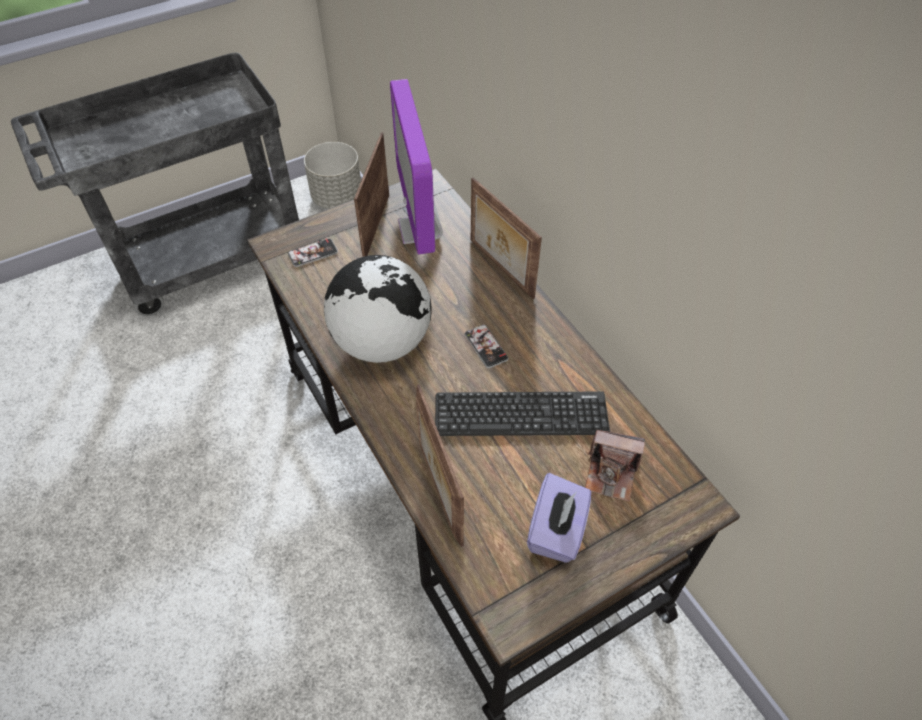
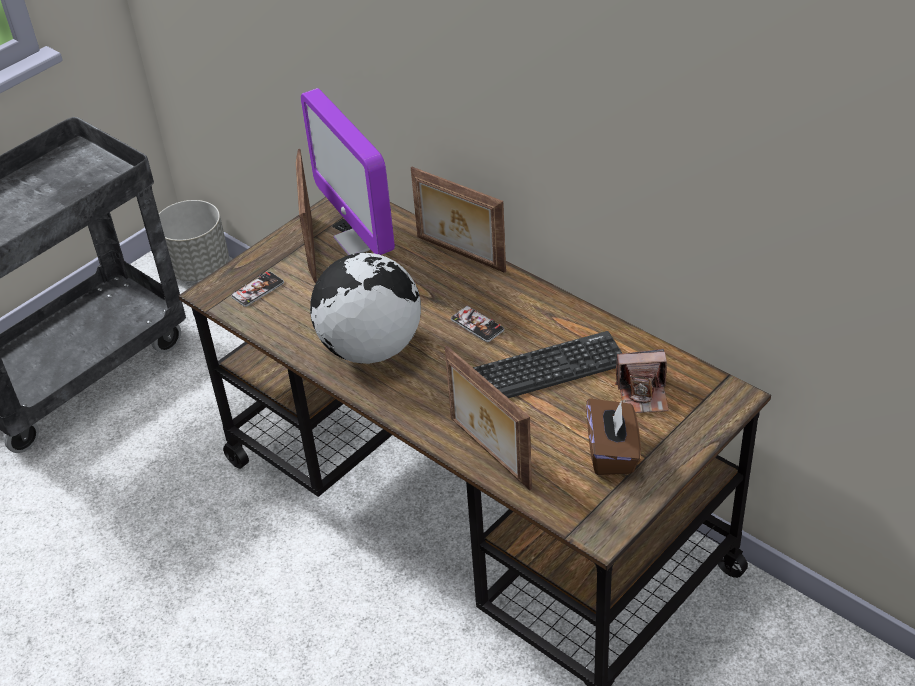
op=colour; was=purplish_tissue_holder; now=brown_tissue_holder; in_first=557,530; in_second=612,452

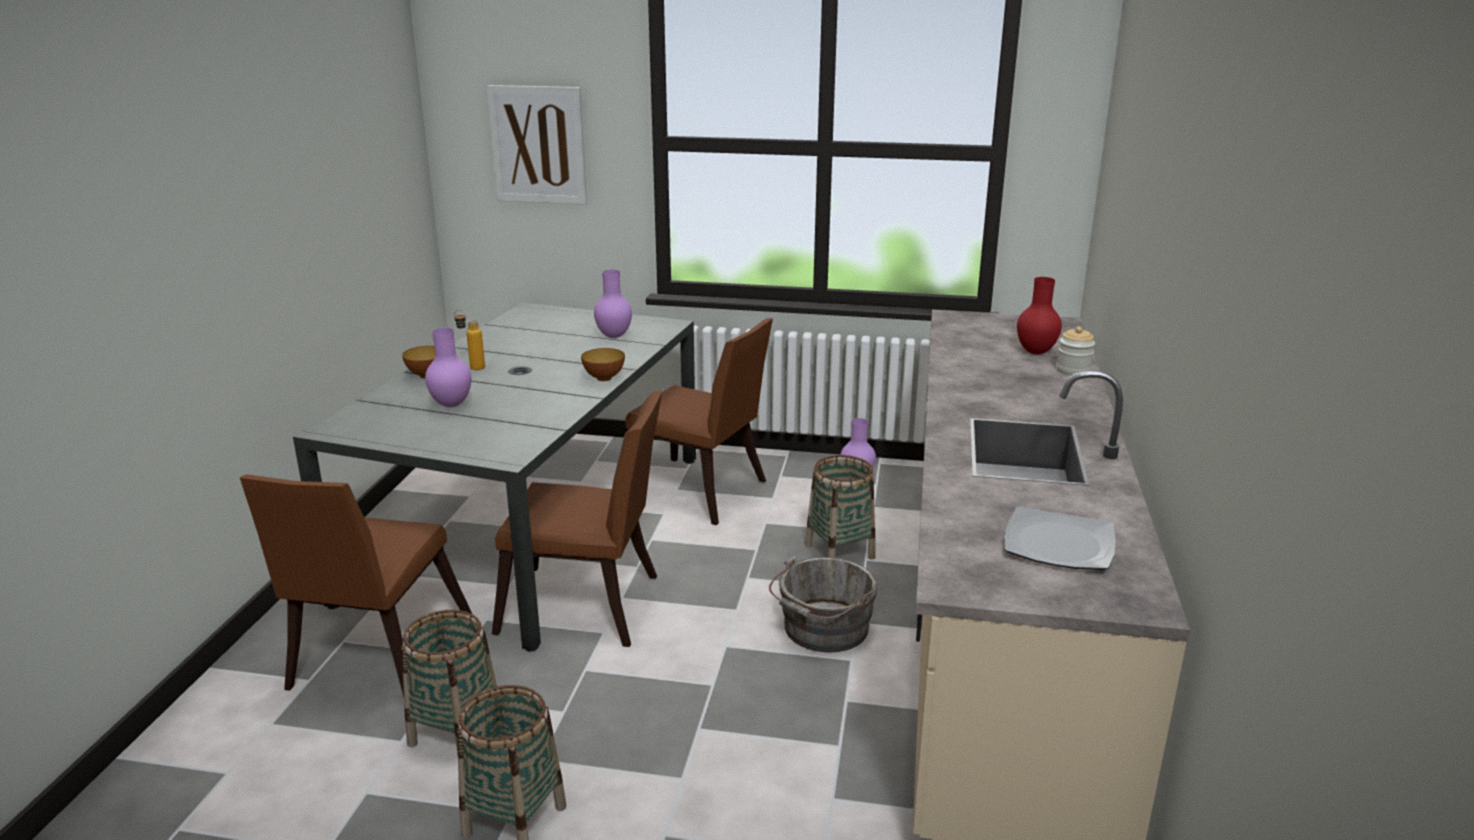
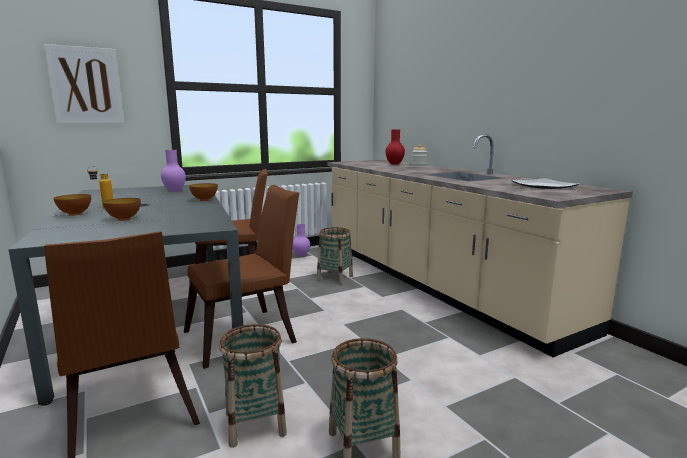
op=exchanged; was=purplish_vase; now=bowl; in_first=451,405; in_second=124,219
op=missing; was=grey_pail; in_first=823,630

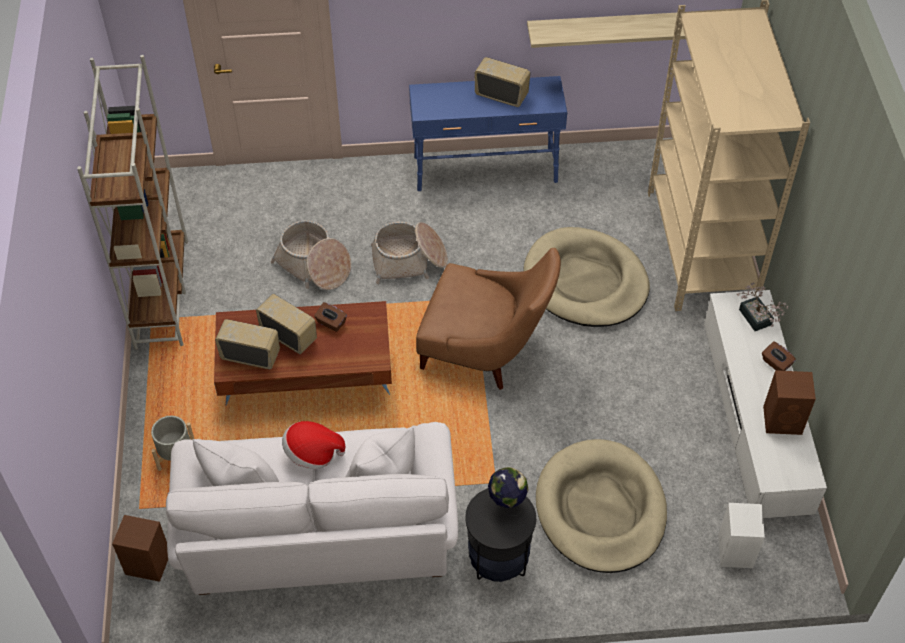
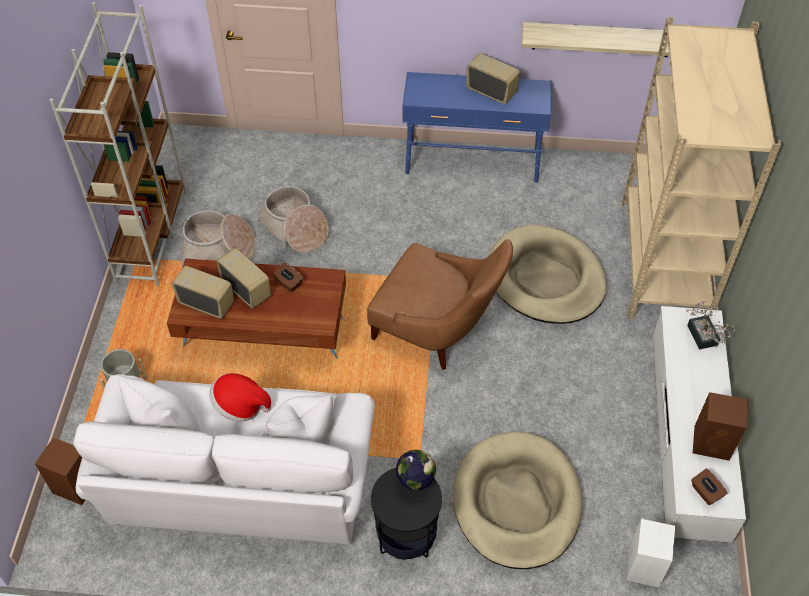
op=relocated; was=storage_basket; in_first=409,261; in_second=219,249
op=relocated; was=brown_tissue_holder; in_first=776,363; in_second=705,492

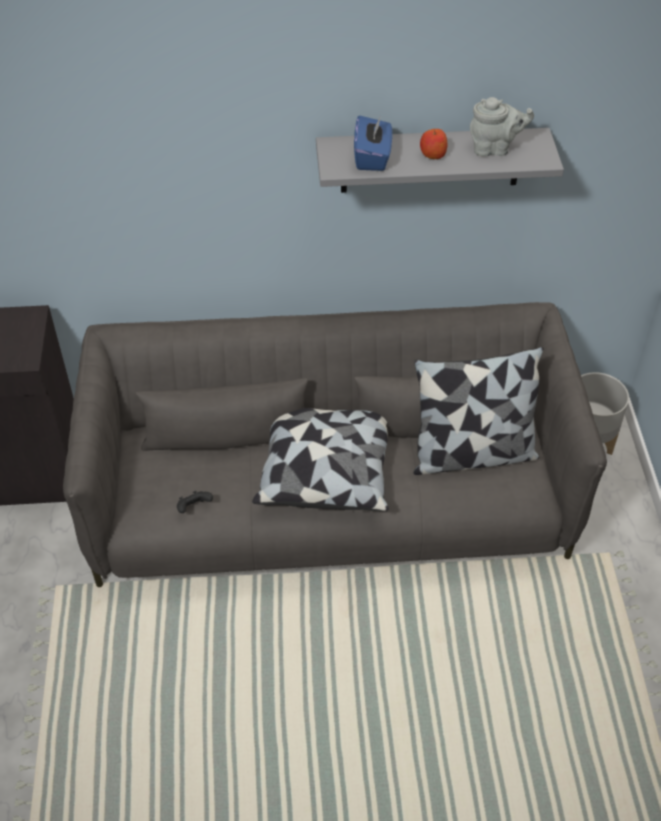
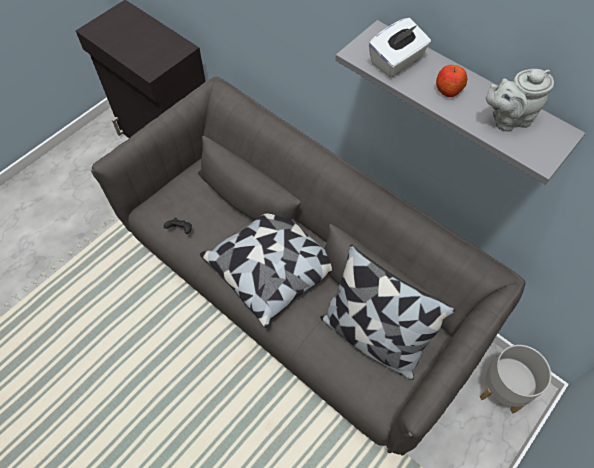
op=colour; was=blue_tissue_holder; now=white-coloured_tissue_holder; in_first=372,157; in_second=396,62
op=spun; was=grey_tea_pot; in_first=494,149; in_second=507,119; clockwise=120

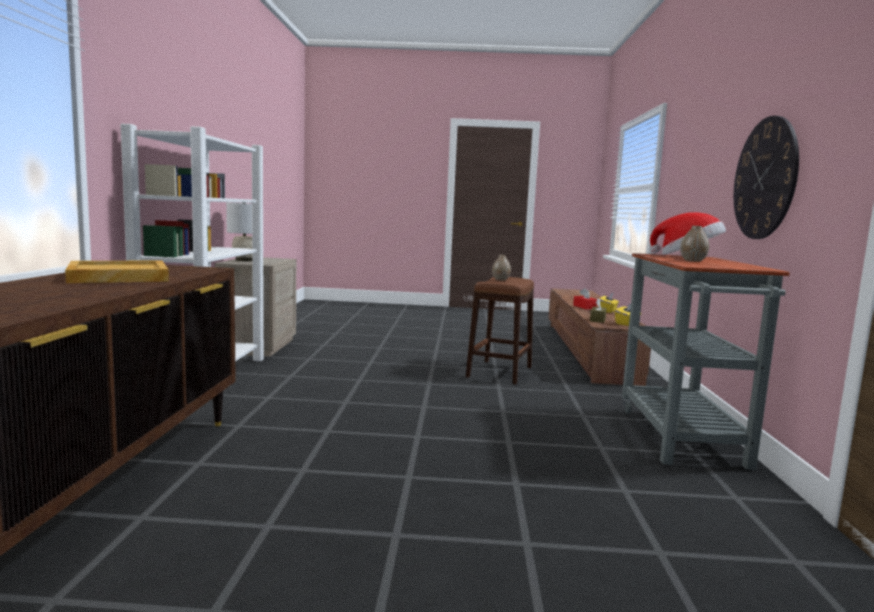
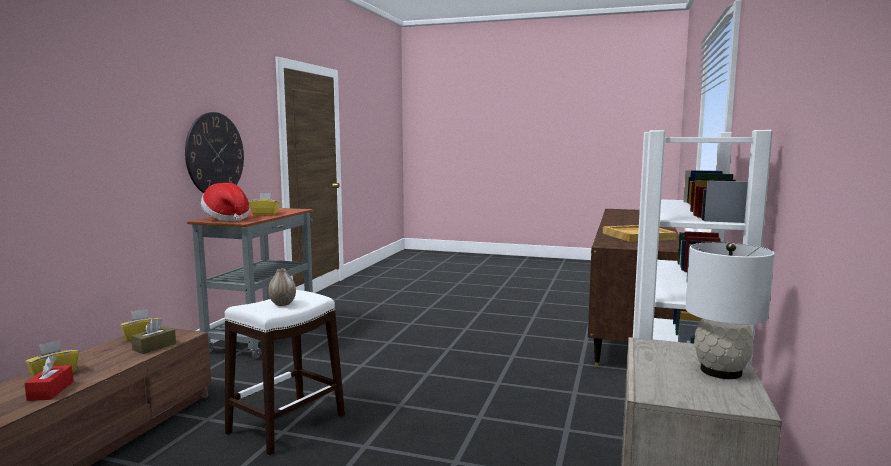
op=colour; was=brown_sitting_stool; now=white-coloured_sitting_stool; in_first=499,372; in_second=287,424
op=exchanged; was=vase; now=yellow-coloured_tissue_holder; in_first=693,261; in_second=265,214

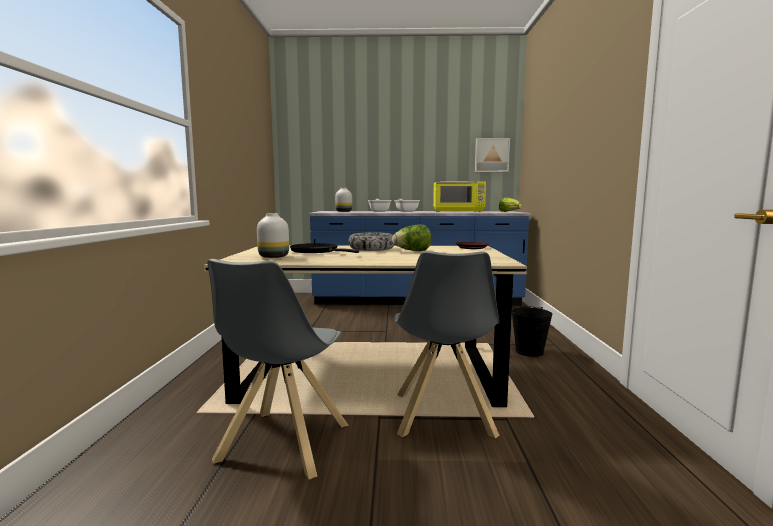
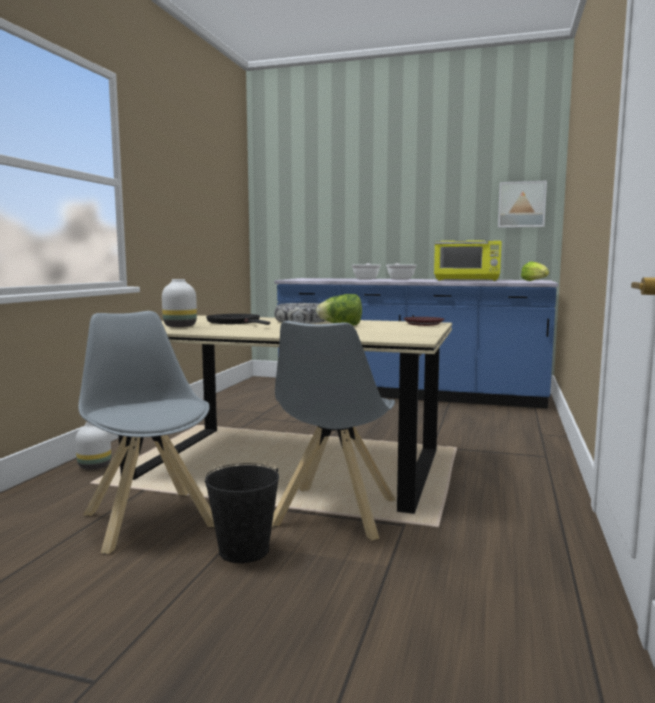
op=relocated; was=white-coloured_vase; in_first=344,211; in_second=95,466
op=spun; was=grey_plain_chair; in_first=282,444; in_second=149,518; clockwise=120
op=relocated; was=black-coloured_pail; in_first=529,351; in_second=244,550

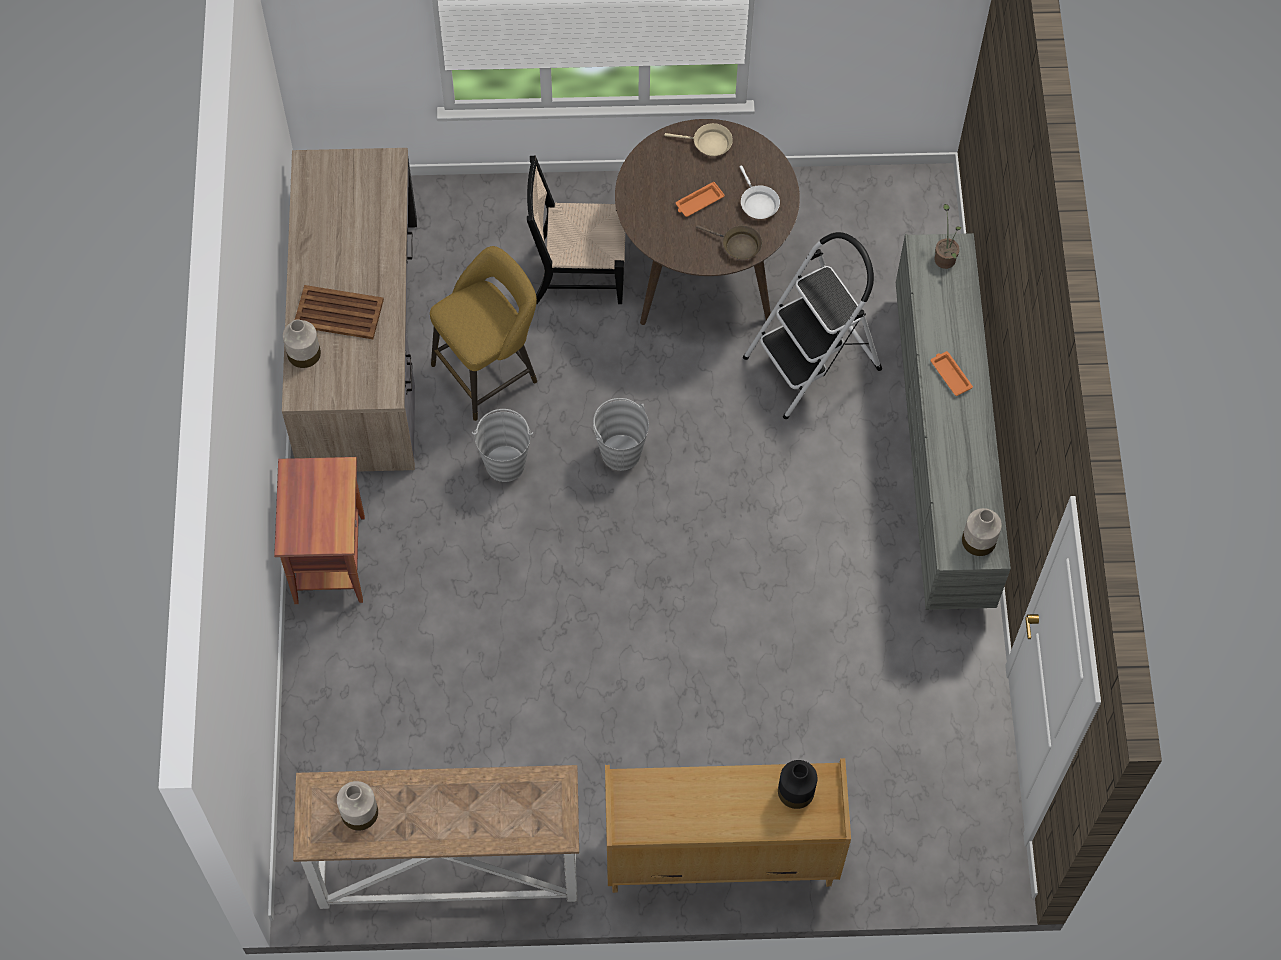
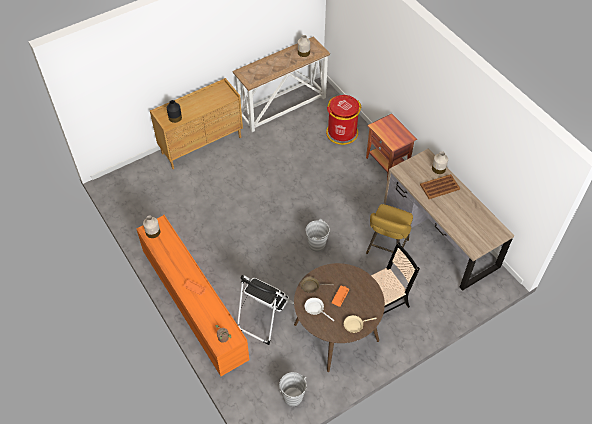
op=colour; was=grey_cabinet; now=orangey_cabinet; in_first=942,450; in_second=194,308
op=relocated; was=grey_pail; in_first=505,463; in_second=293,397
op=appeared; now=red-coloured_trash_can; in_second=342,133

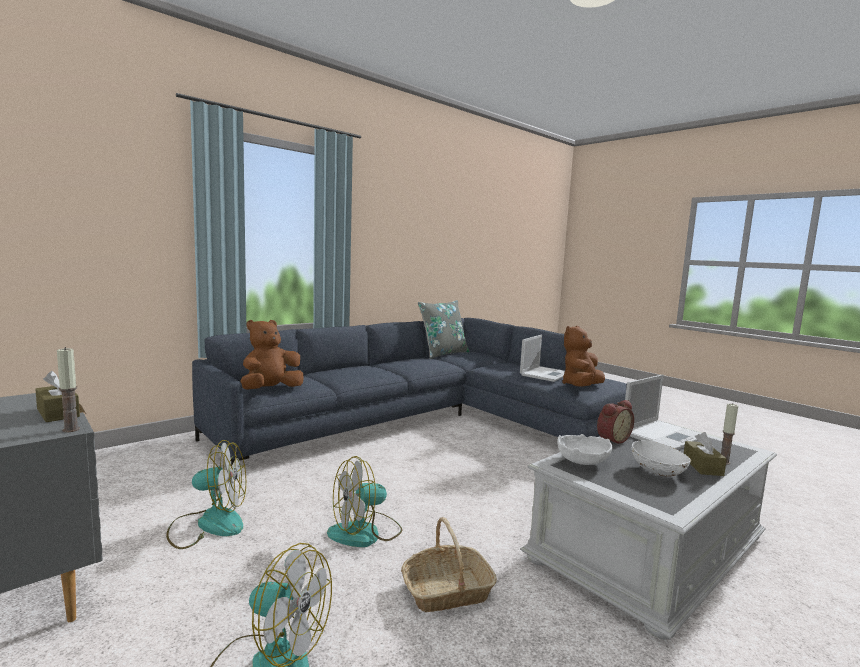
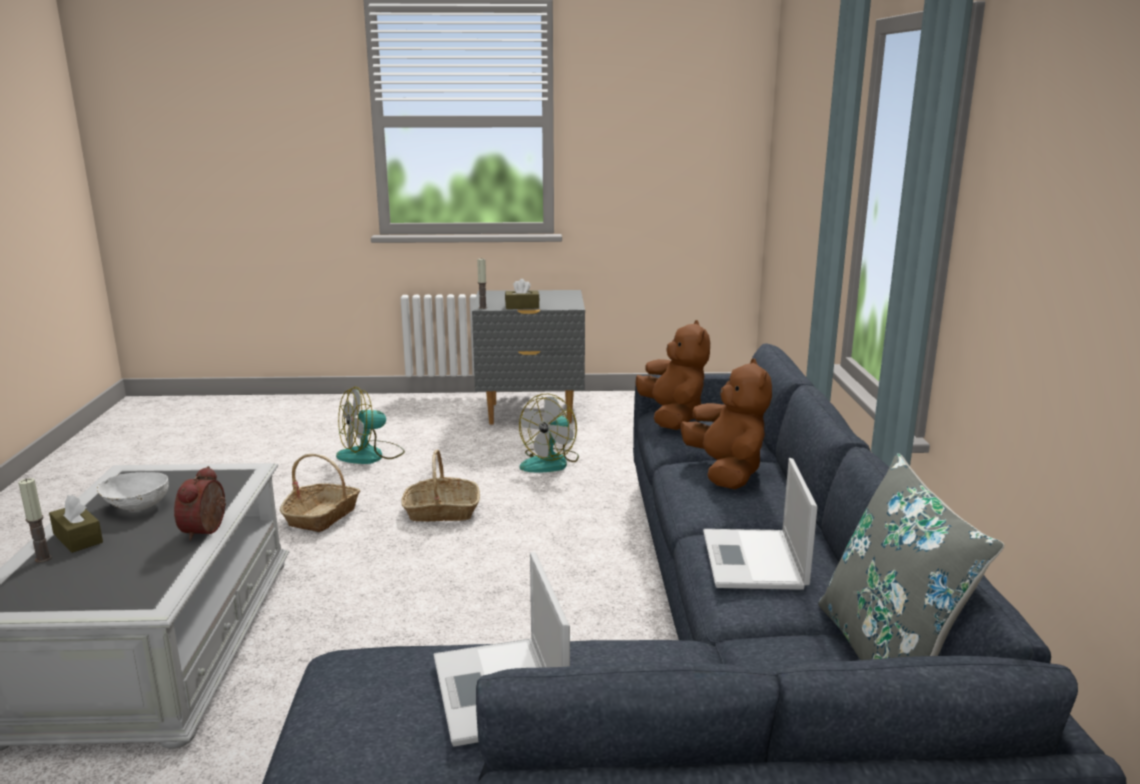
op=exchanged; was=electric_fan; now=storage_basket; in_first=365,533; in_second=441,511
op=relocated; was=brown_plush_toy; in_first=581,387; in_second=726,472
op=relocated; was=notebook_computer; in_first=664,435; in_second=754,561
op=missing; was=white-coloured_bowl; in_first=582,461

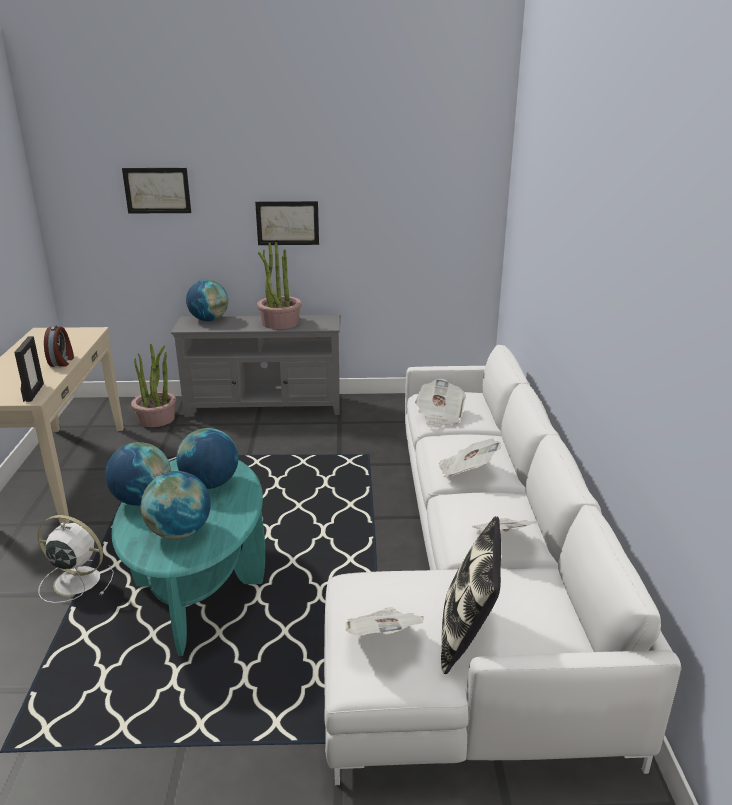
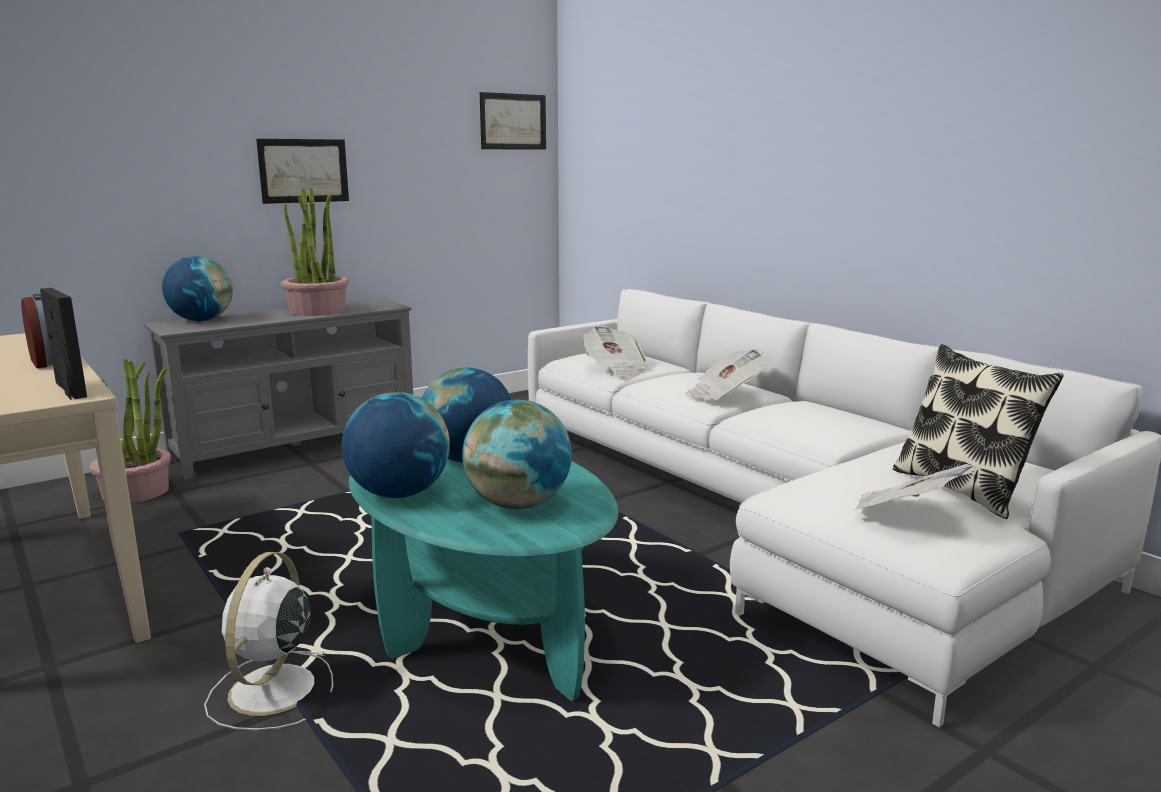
op=spun; was=white-coloured_electric_fan; in_first=75,581; in_second=271,692; clockwise=-60
op=relocated; was=picture; in_first=157,190; in_second=513,121
op=missing; was=daily_paper; in_first=503,539

